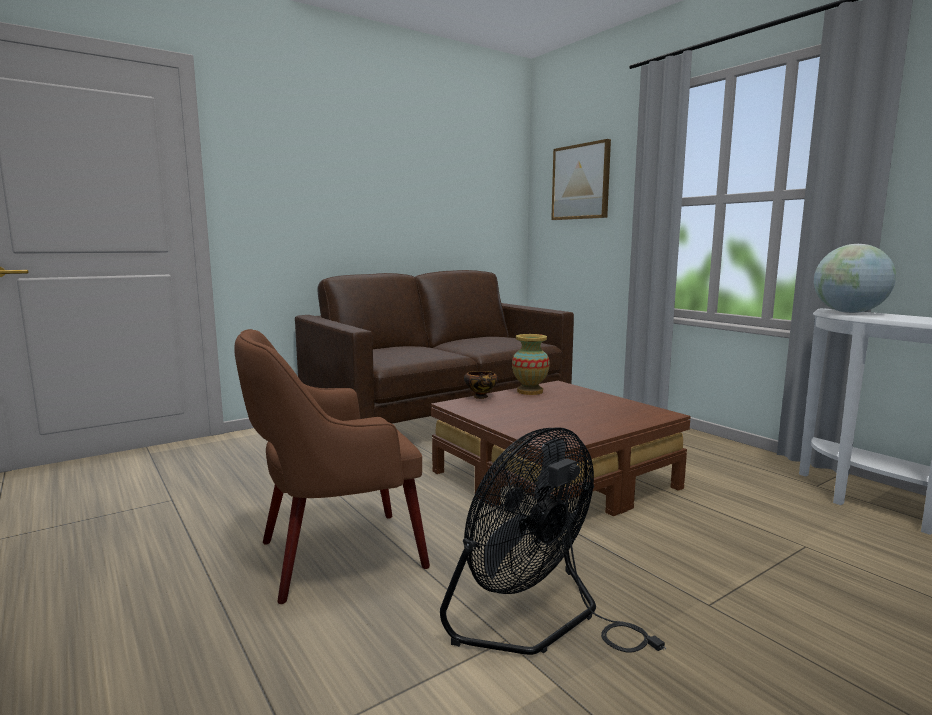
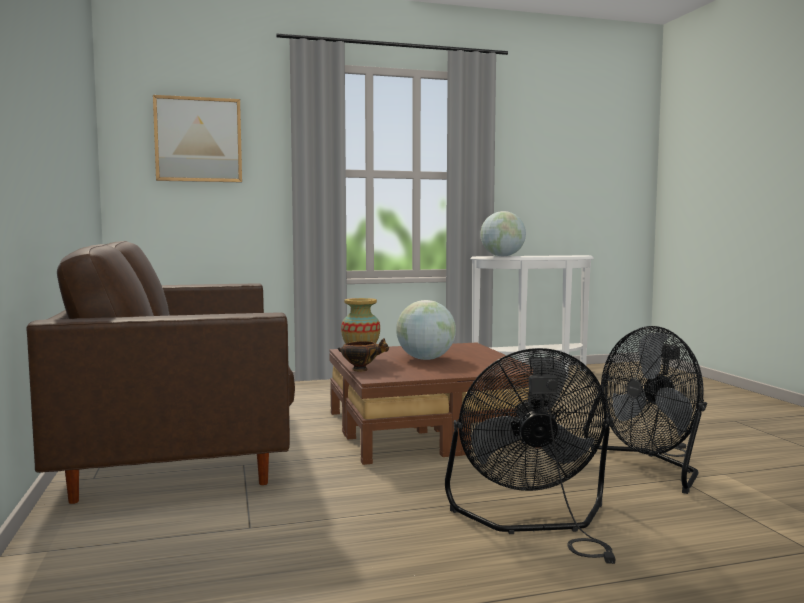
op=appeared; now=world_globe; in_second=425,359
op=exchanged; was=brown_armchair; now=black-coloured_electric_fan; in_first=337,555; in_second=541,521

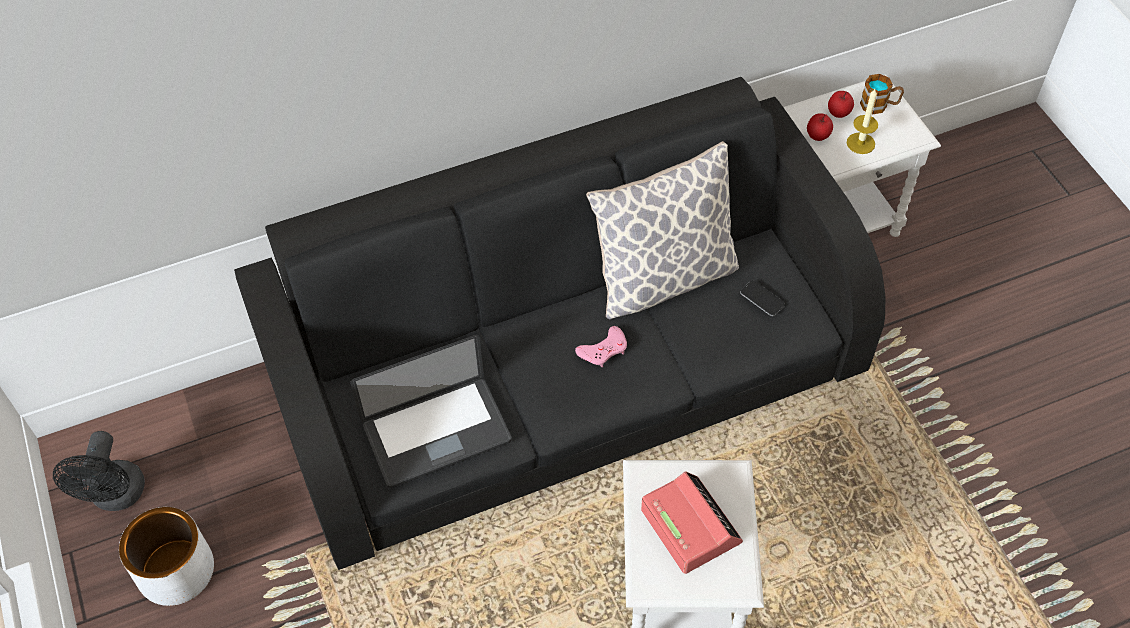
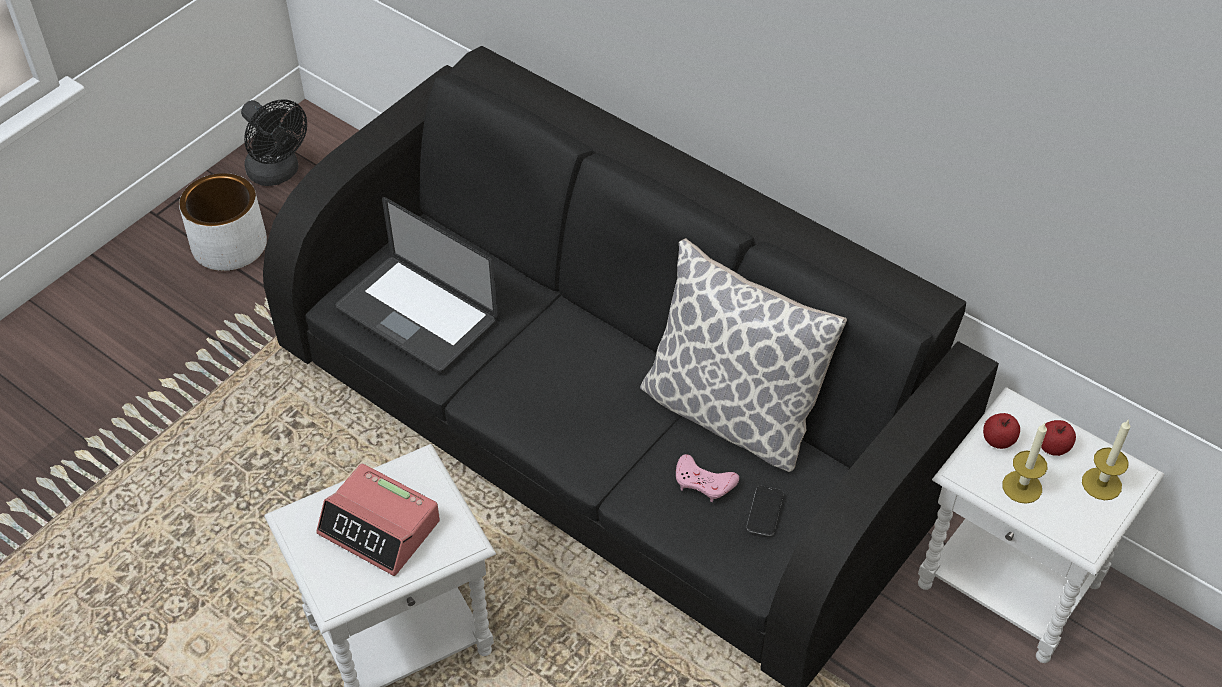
op=spun; was=black-coloured_electric_fan; in_first=116,497; in_second=278,173; clockwise=-105
op=spun; was=table_clock; in_first=690,526; in_second=380,528; clockwise=90
op=relocated; was=pink_joypad; in_first=603,350; in_second=704,482
op=exchanged; was=mug; now=candle; in_first=879,105; in_second=1101,484

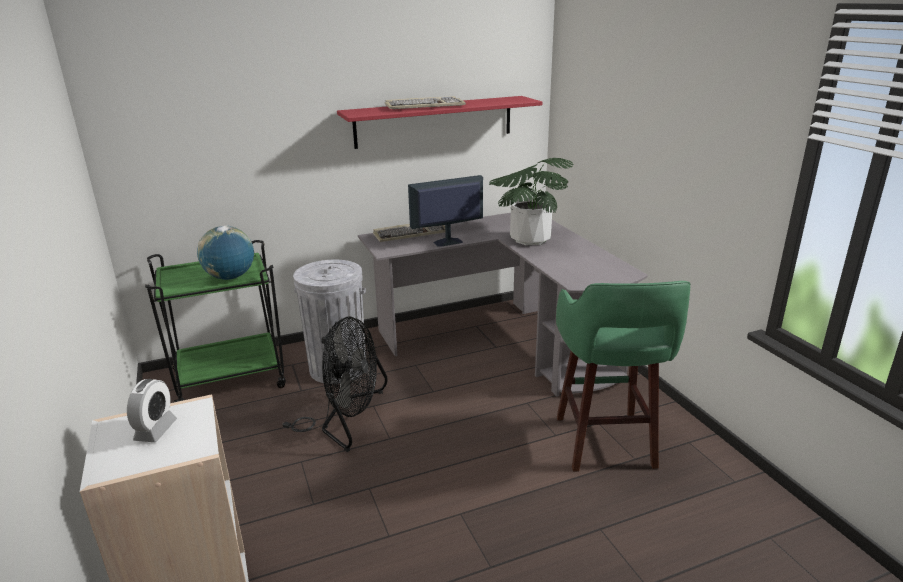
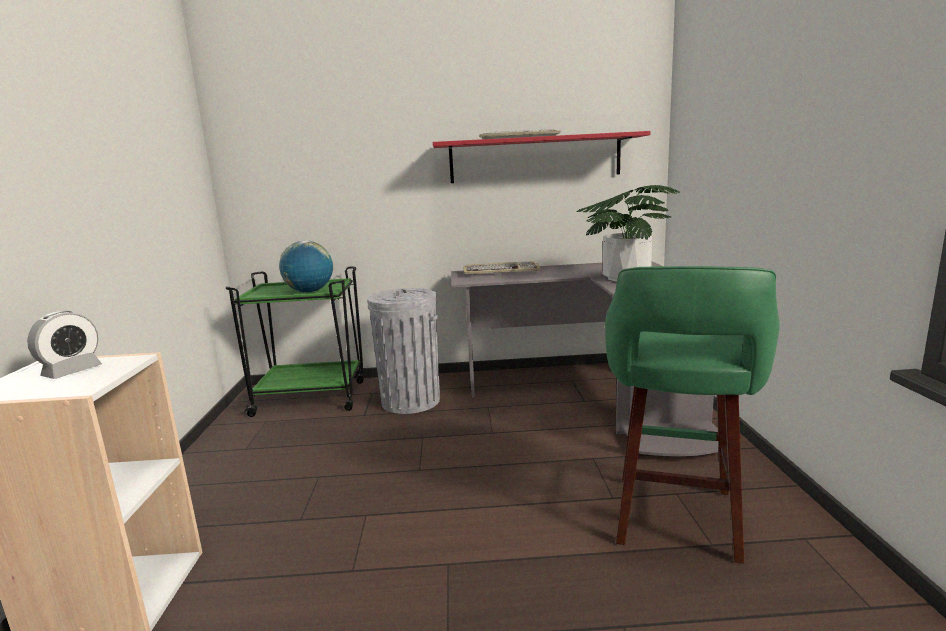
op=missing; was=black-coloured_electric_fan; in_first=345,419
op=missing; was=monitor; in_first=447,242

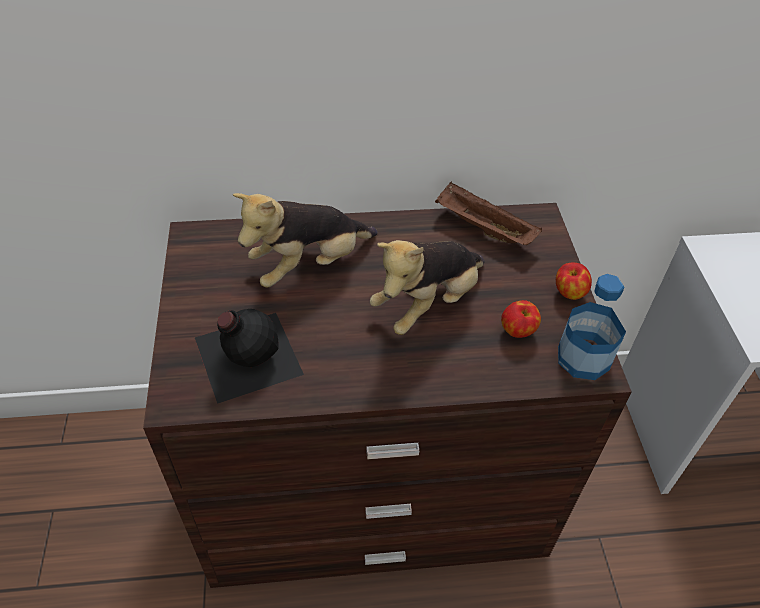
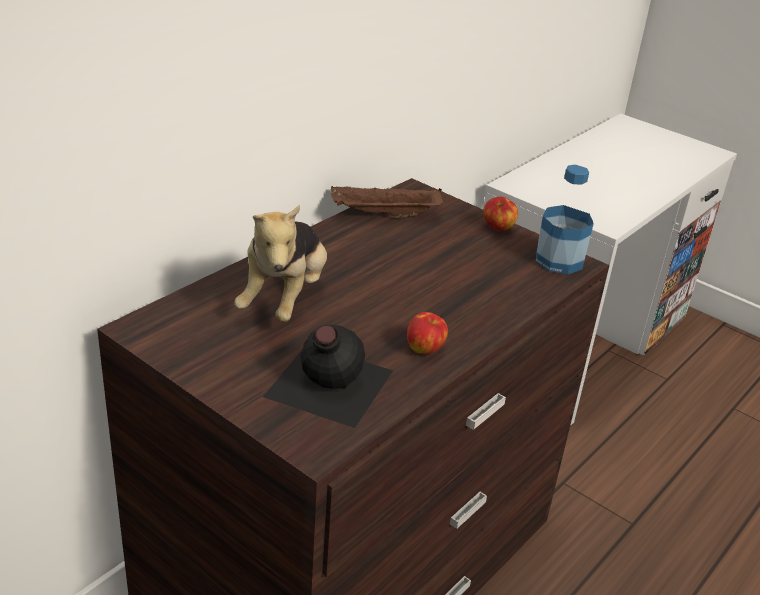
op=relocated; was=apple_fruit; in_first=518,331; in_second=425,349
op=missing; was=plush_toy; in_first=427,304

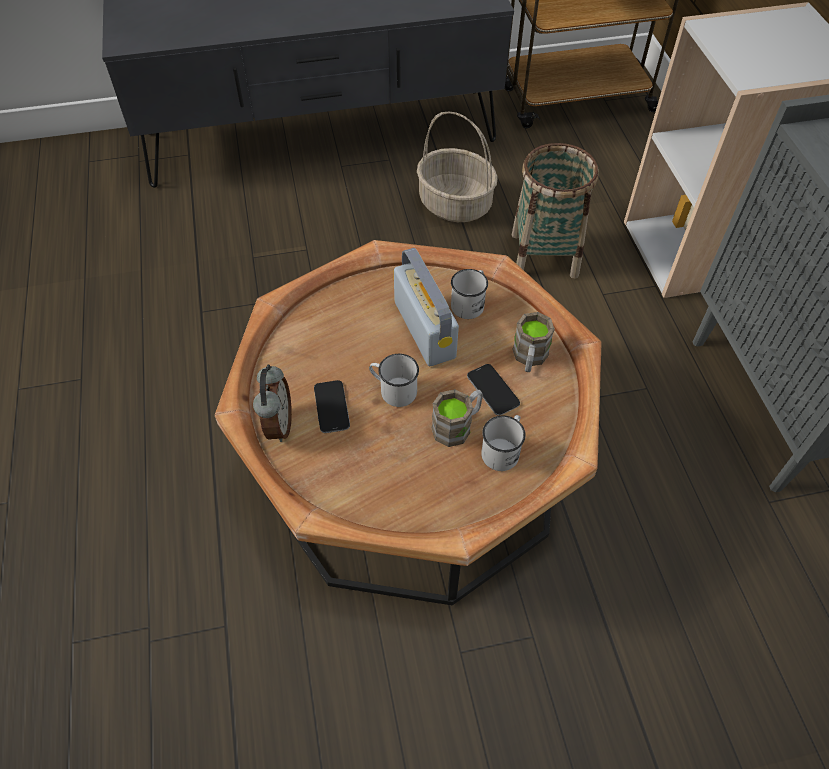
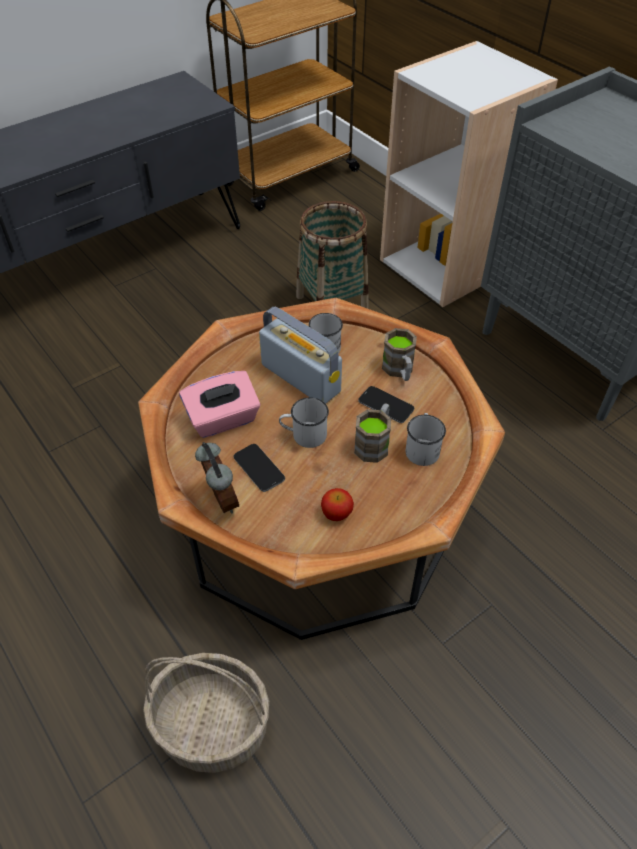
op=relocated; was=storage_basket; in_first=454,204; in_second=211,727
op=appeared; now=pink_tissue_holder; in_second=223,419
op=appeared; now=apple_fruit; in_second=337,514

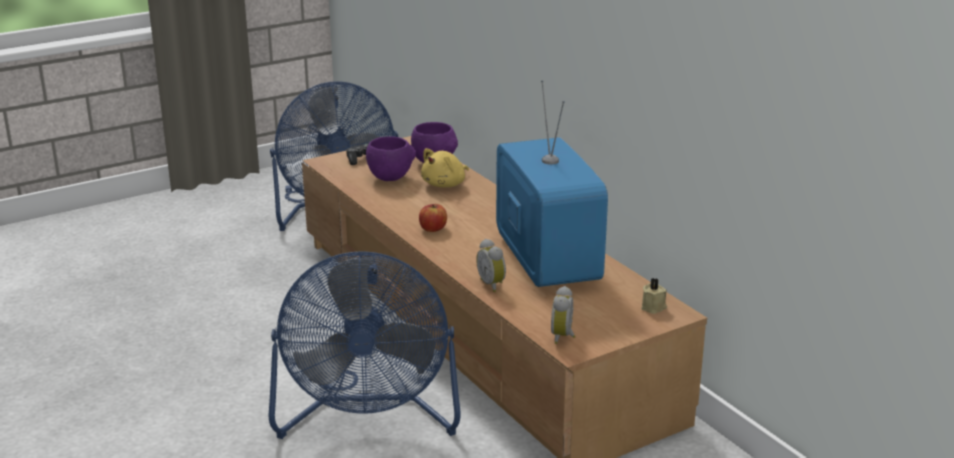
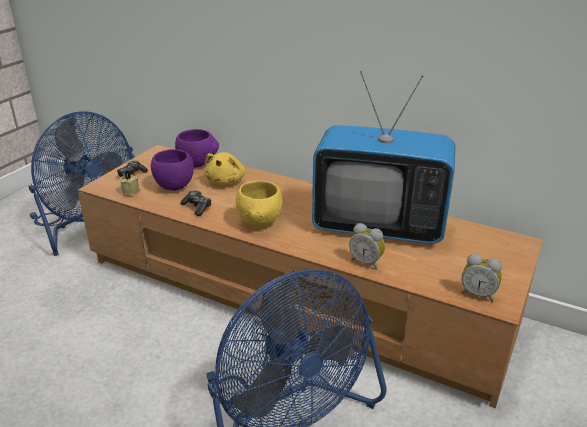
op=relocated; was=beige-coloured_candle; in_first=654,307; in_second=131,192
op=appeared; now=joypad; in_second=197,207
op=exchanged; was=apple_fruit; now=yellow-coloured_bowl; in_first=433,229; in_second=259,223
op=spun; was=TV; in_first=546,260; in_second=379,226; clockwise=150
op=spun; was=table_clock; in_first=564,336; in_second=478,294; clockwise=-45

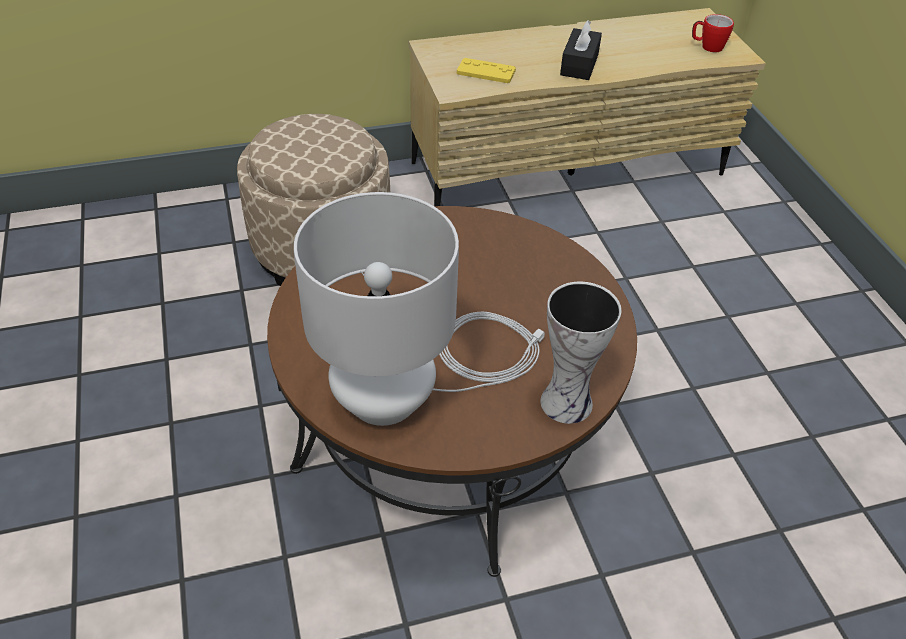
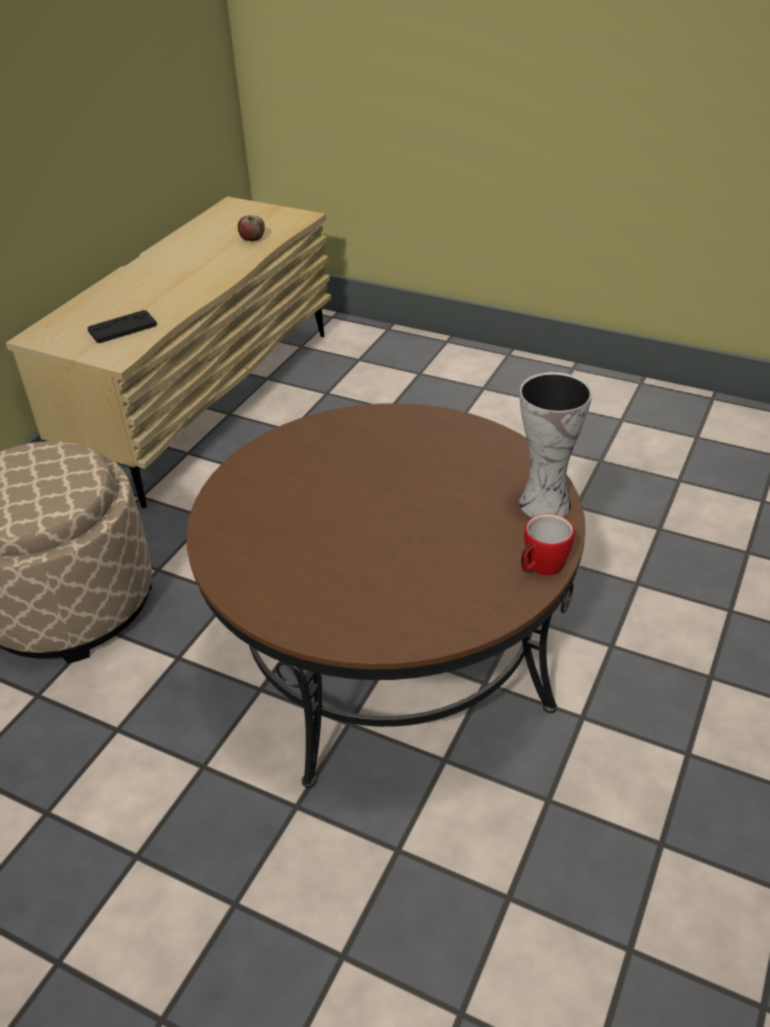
op=colour; was=yellow-coloured_joypad; now=black-coloured_joypad; in_first=486,72; in_second=122,328
op=appeared; now=apple_fruit; in_second=252,239
op=relocated; was=mug; in_first=707,47; in_second=540,568
op=missing; was=white-coloured_table_lamp; in_first=426,379
op=missing; was=black-coloured_tissue_holder; in_first=579,64

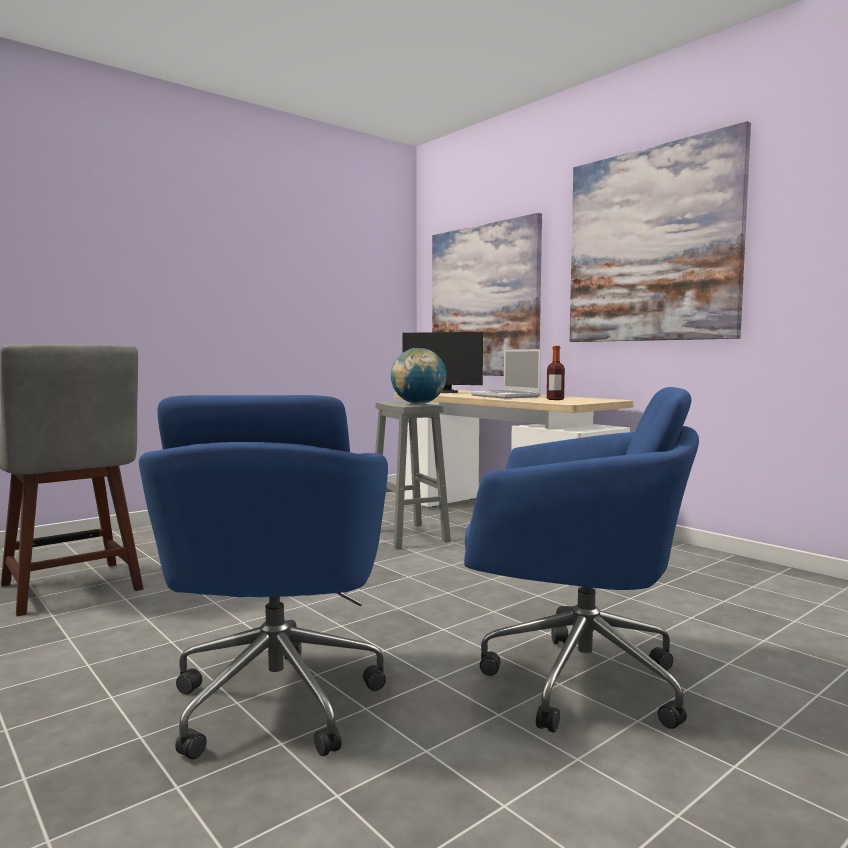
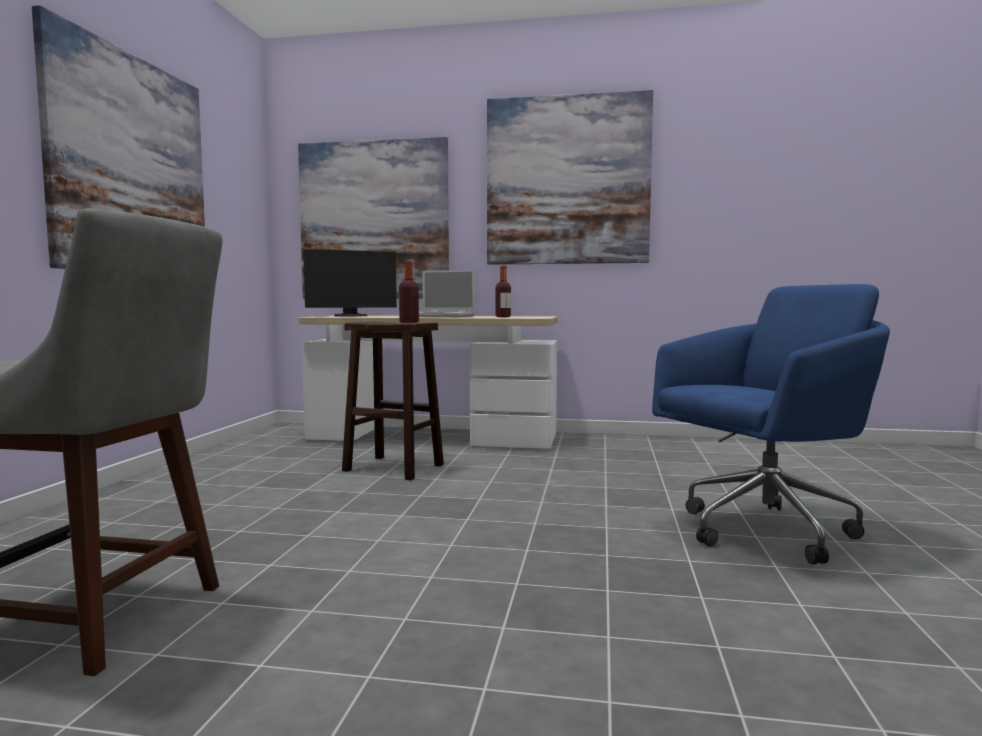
op=appeared; now=picture; in_second=131,165
op=colour; was=grey_sitting_stool; now=brown_sitting_stool; in_first=407,535; in_second=392,468
op=exchanged; was=world_globe; now=bottle; in_first=418,404; in_second=409,322
op=missing; was=blue_desk_chair; in_first=278,698

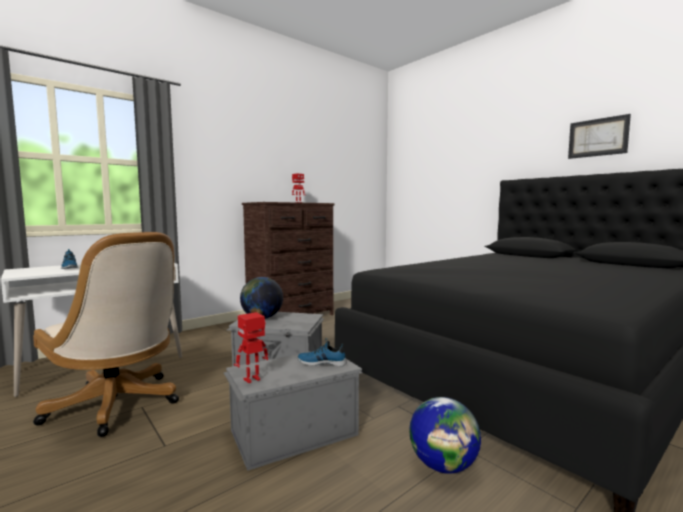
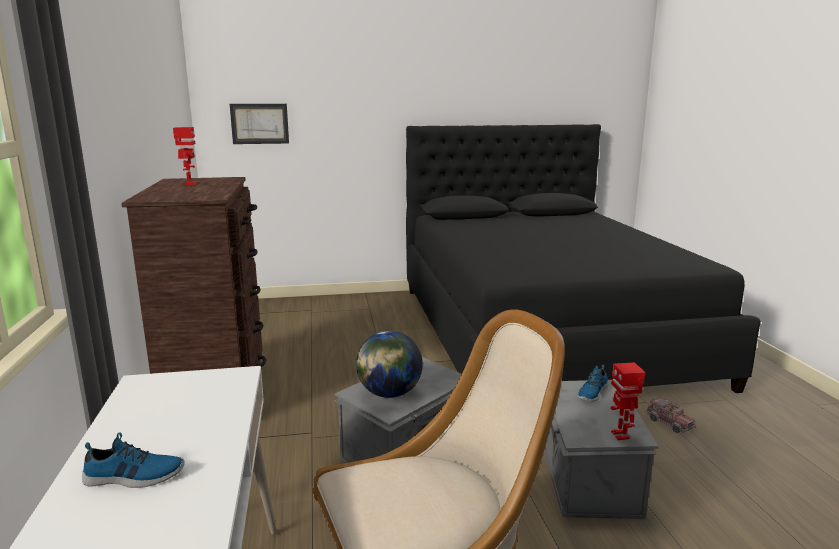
op=relocated; was=picture; in_first=597,137; in_second=259,123
op=exchanged; was=world_globe; now=model_truck; in_first=443,465; in_second=669,423

